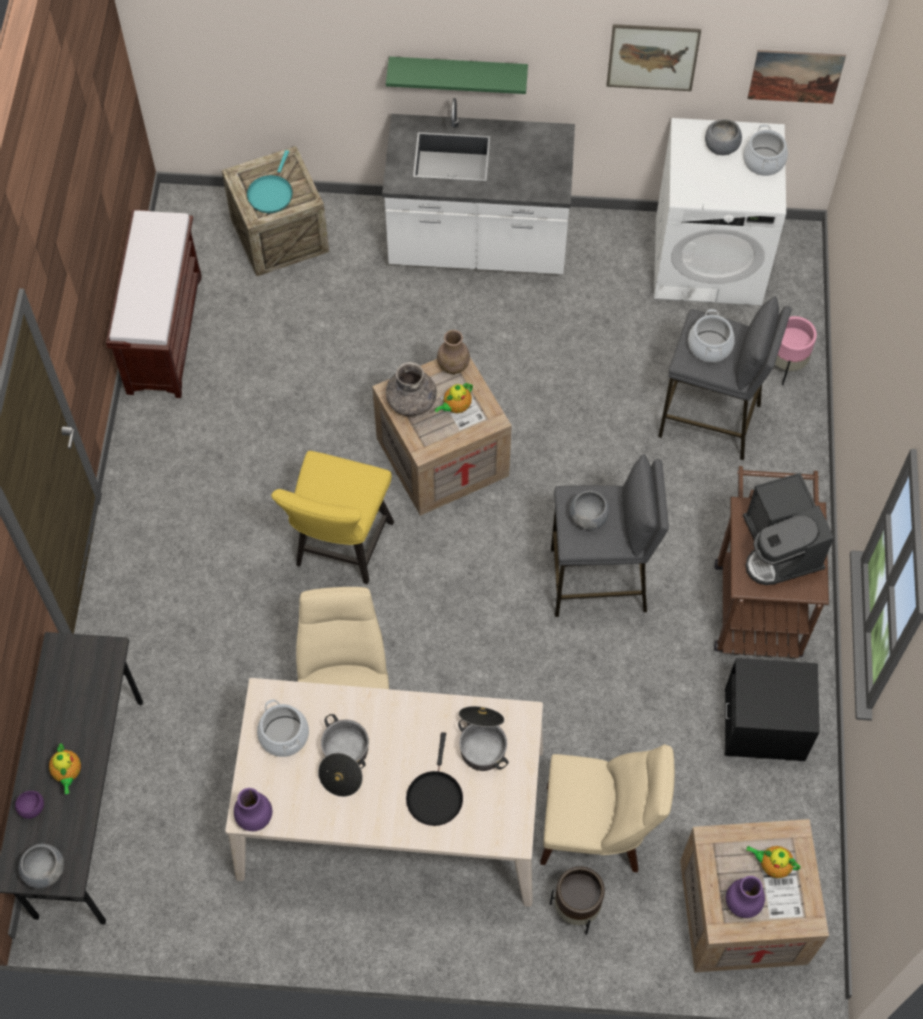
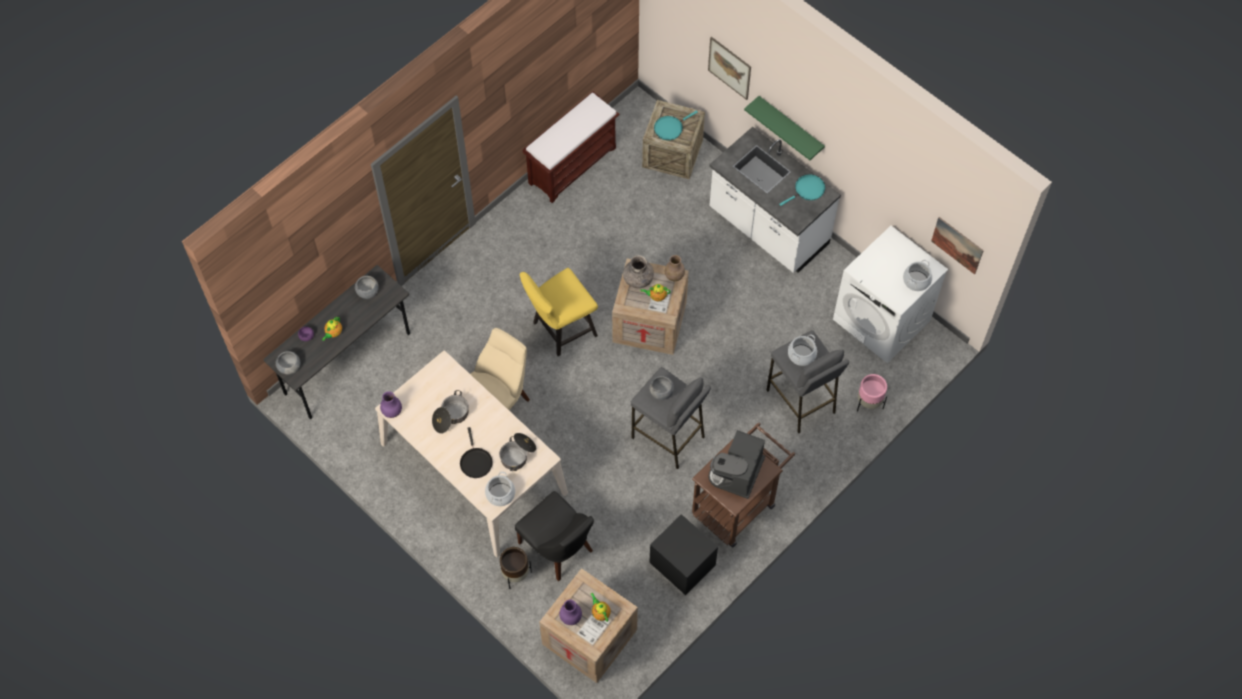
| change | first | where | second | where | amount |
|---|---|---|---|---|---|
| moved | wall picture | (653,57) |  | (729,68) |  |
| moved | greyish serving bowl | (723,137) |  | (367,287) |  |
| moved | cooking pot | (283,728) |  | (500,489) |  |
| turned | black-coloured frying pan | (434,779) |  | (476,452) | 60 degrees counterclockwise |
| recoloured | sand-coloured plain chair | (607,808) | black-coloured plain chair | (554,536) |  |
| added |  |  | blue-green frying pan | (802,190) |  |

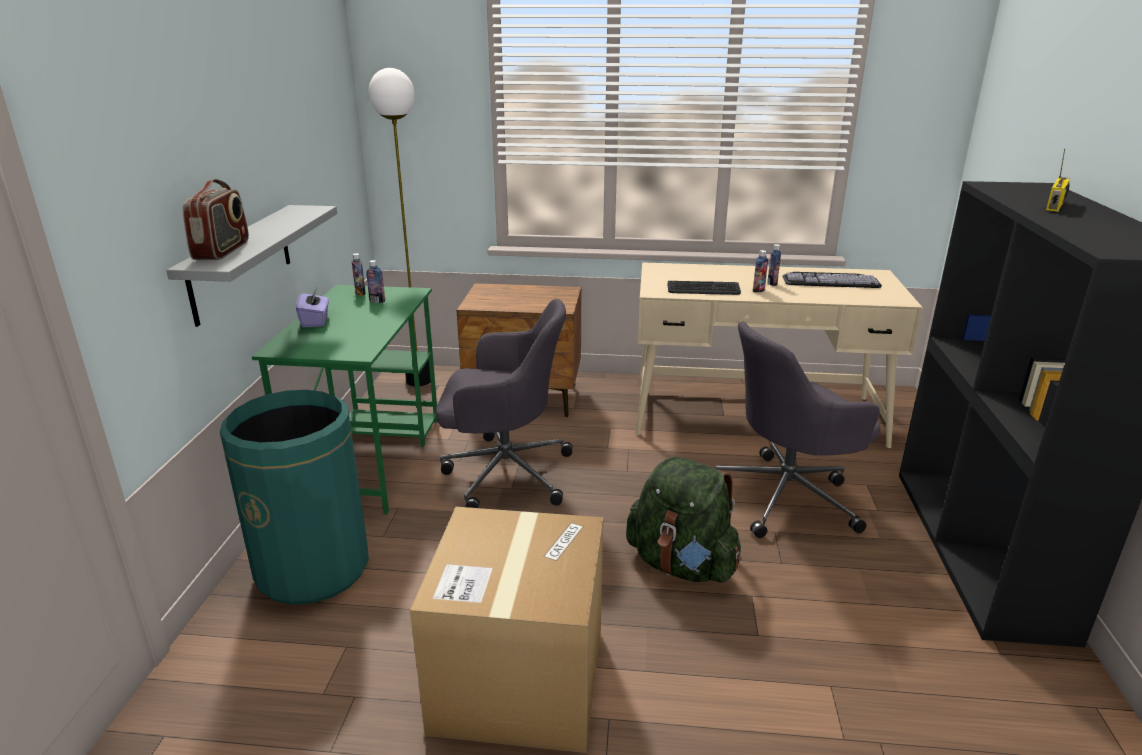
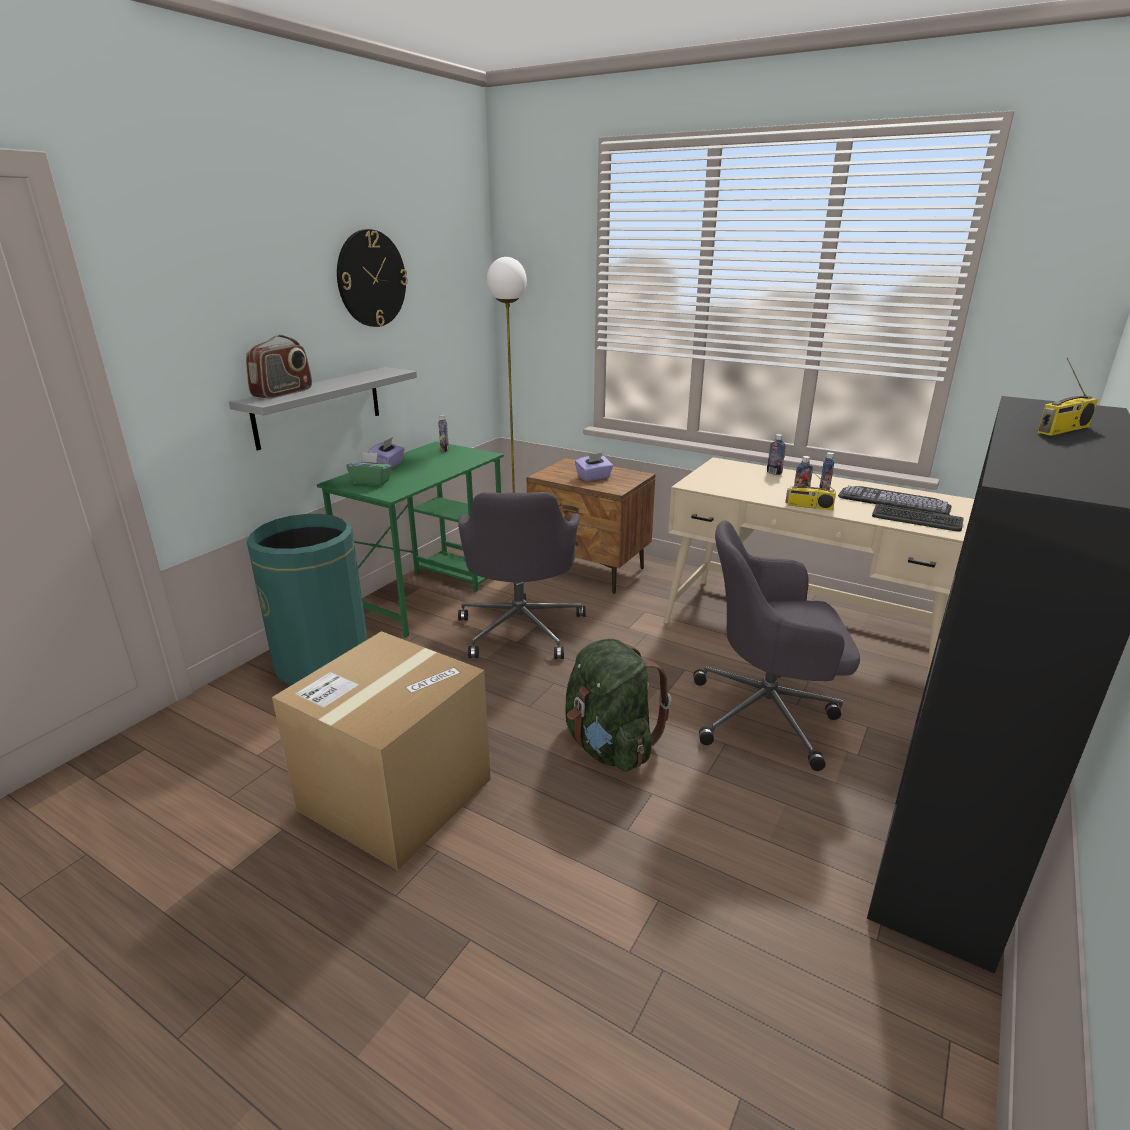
| change | first | where | second | where | amount |
|---|---|---|---|---|---|
| moved | beverage bottle | (375,281) |  | (776,454) |  |
| moved | keyboard | (704,288) |  | (918,517) |  |
| turned | greyish computer chair | (504,403) |  | (522,575) | 60 degrees clockwise |
| added |  |  | wall clock | (372,278) |  |
| added |  |  | greenish tissue holder | (369,469) |  |
| added |  |  | purple tissue holder | (594,467) |  |
| added |  |  | radio set | (810,487) |  |

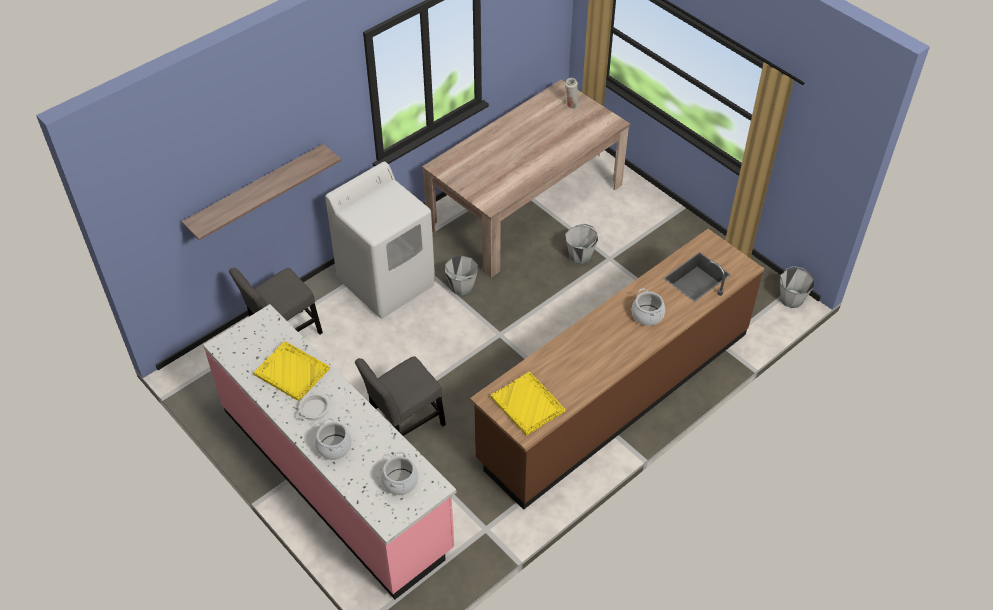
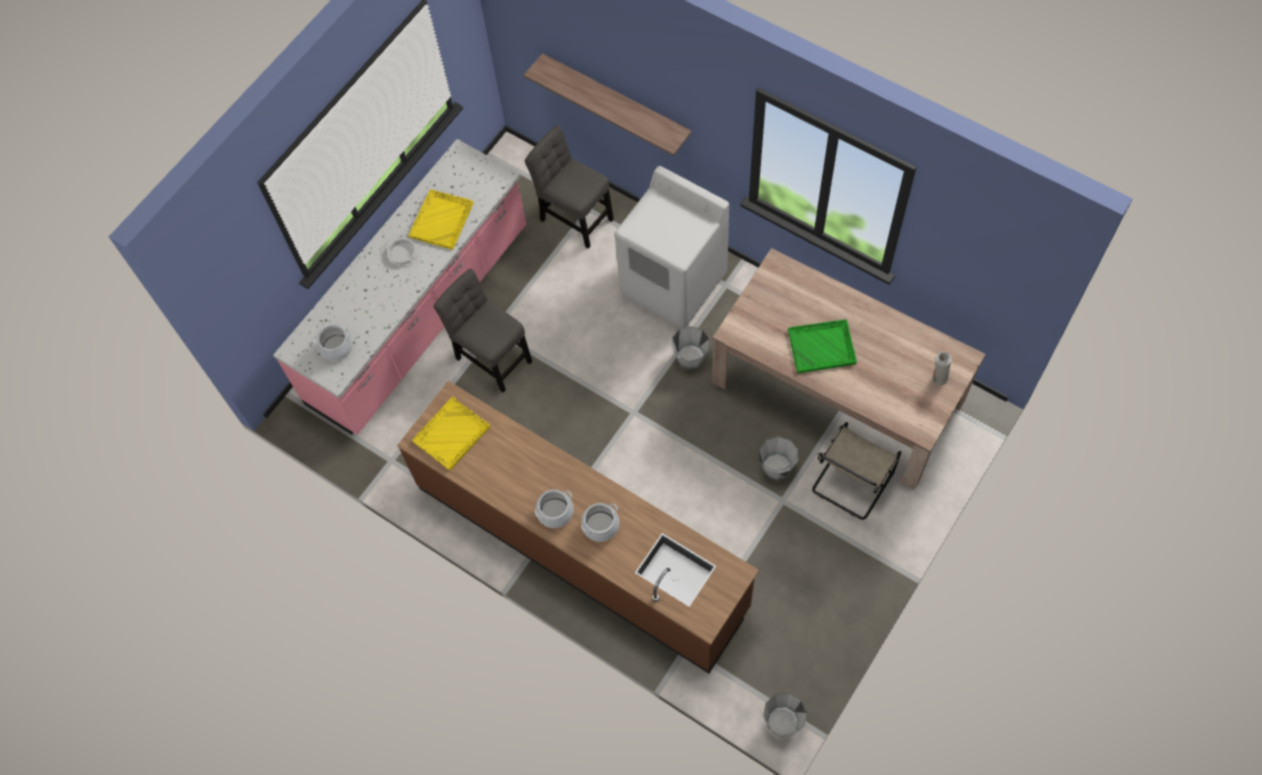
| change | first | where | second | where | amount |
|---|---|---|---|---|---|
| moved | cooking pot | (333,439) |  | (554,509) |  |
| added |  |  | greenish carrying tray | (822,346) |  |
| added |  |  | sand-coloured plain chair | (856,471) |  |

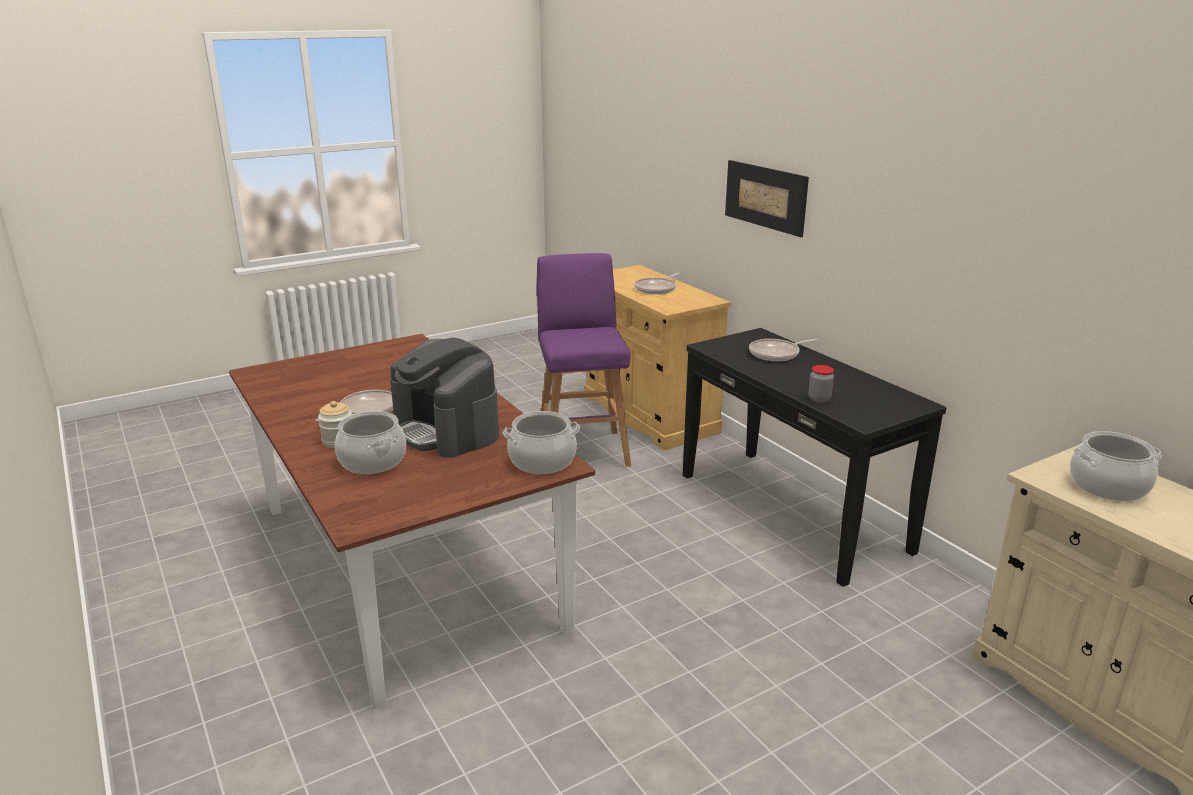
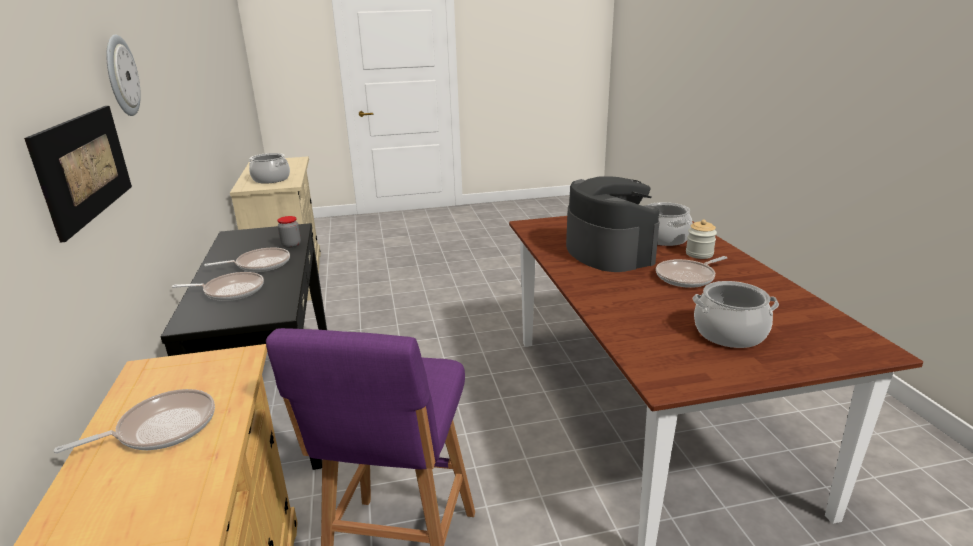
| change | first | where | second | where | amount |
|---|---|---|---|---|---|
| moved | cooking pot | (541,442) |  | (735,314) |  |
| added |  |  | wall clock | (123,75) |  |
| added |  |  | frying pan | (247,259) |  |

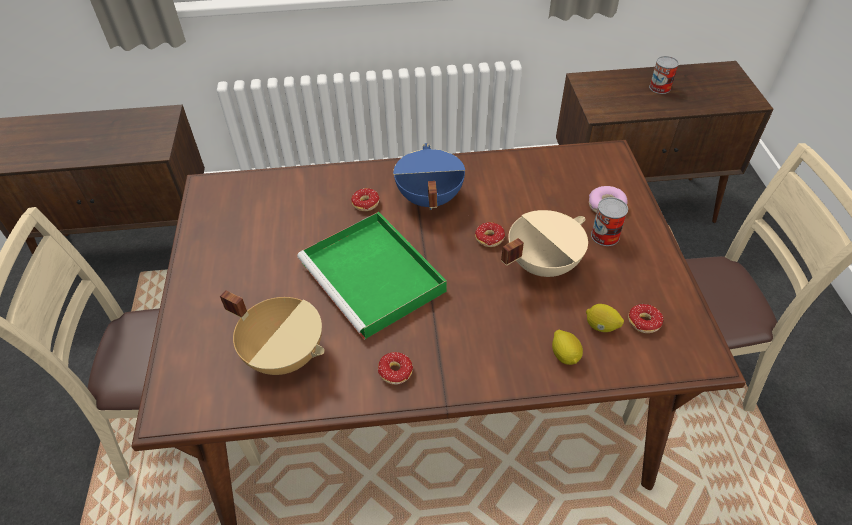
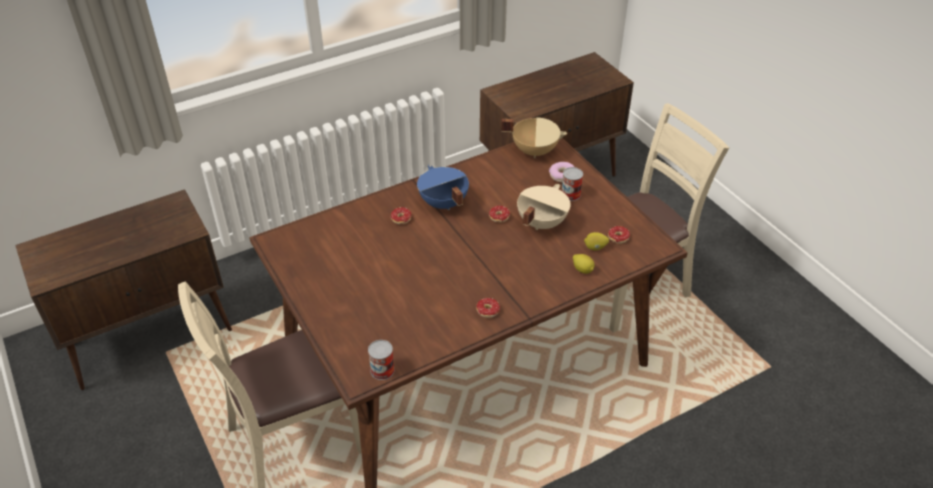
| change | first | where | second | where | amount |
|---|---|---|---|---|---|
| moved | metal can | (664,75) |  | (381,360) |  |
| removed | greenish carrying tray | (372,276) |  |  |  |
| moved | sand-coloured cooking pot | (272,332) |  | (534,137) |  |

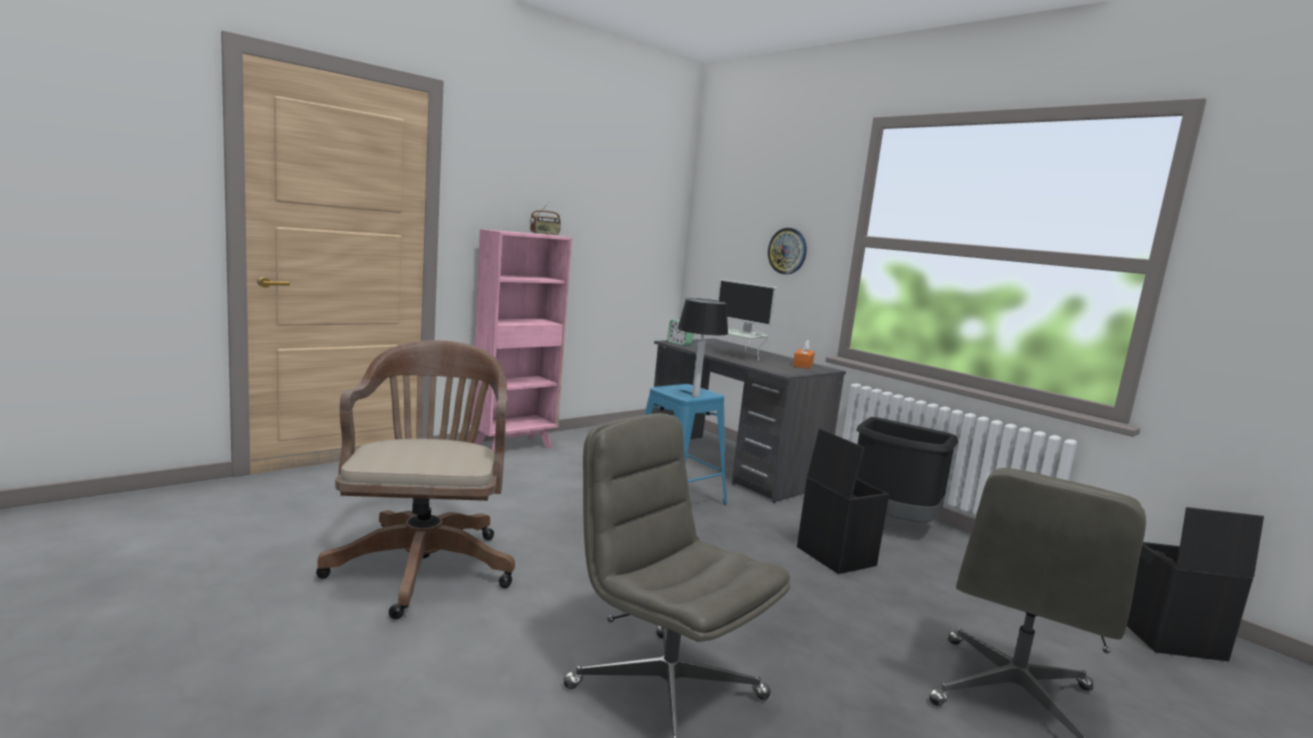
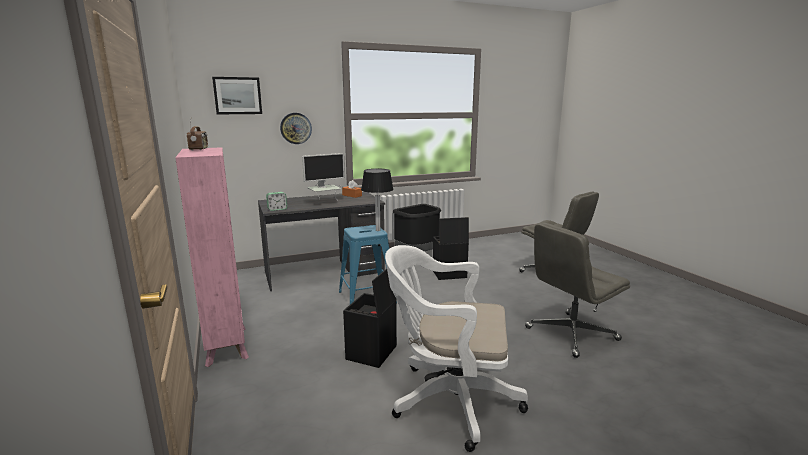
| change | first | where | second | where | amount |
|---|---|---|---|---|---|
| recoloured | brown computer chair | (415,479) | whitish computer chair | (456,348) |  |
| moved | black-coloured storage container | (1195,584) |  | (370,318) |  |
| added |  |  | wall picture | (237,95) |  |

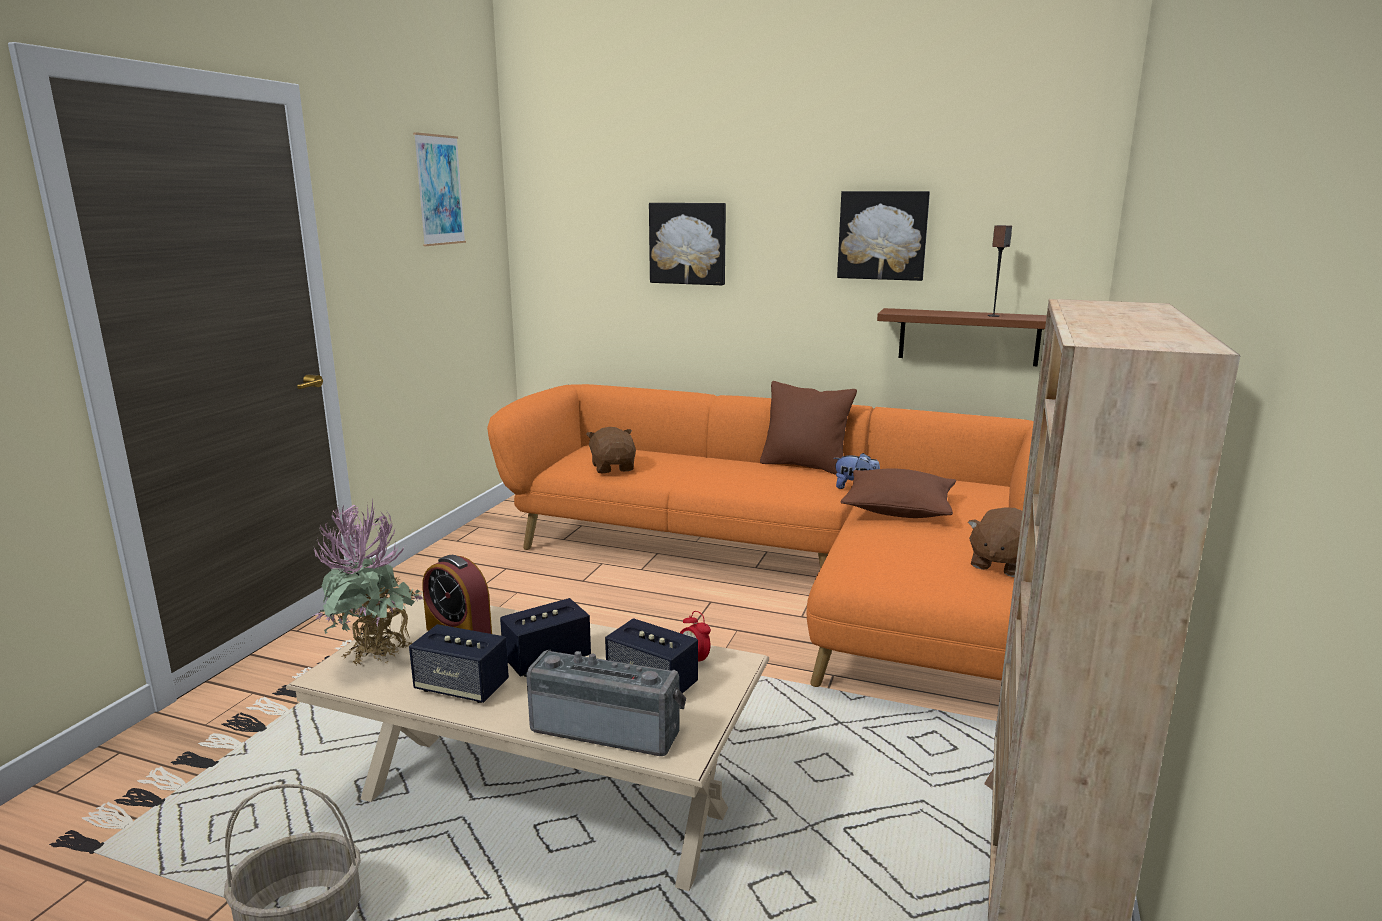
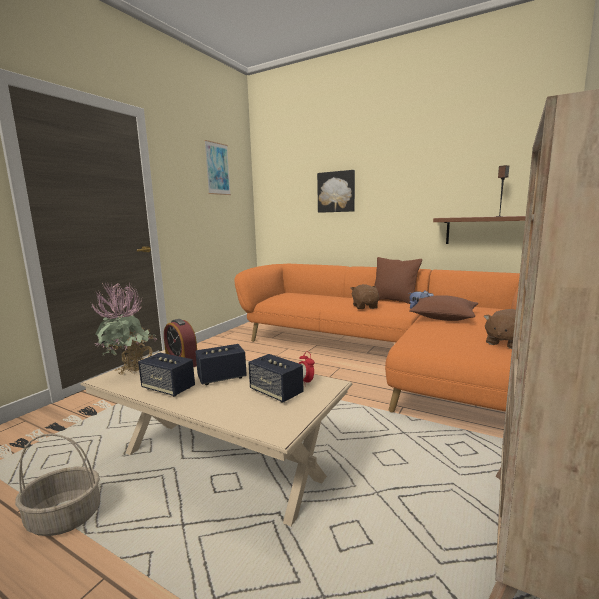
| change | first | where | second | where | amount |
|---|---|---|---|---|---|
| removed | wall picture | (883,236) |  |  |  |
| moved | brown cuddly toy | (611,450) |  | (365,296) |  |
| removed | radio set | (606,703) |  |  |  |

